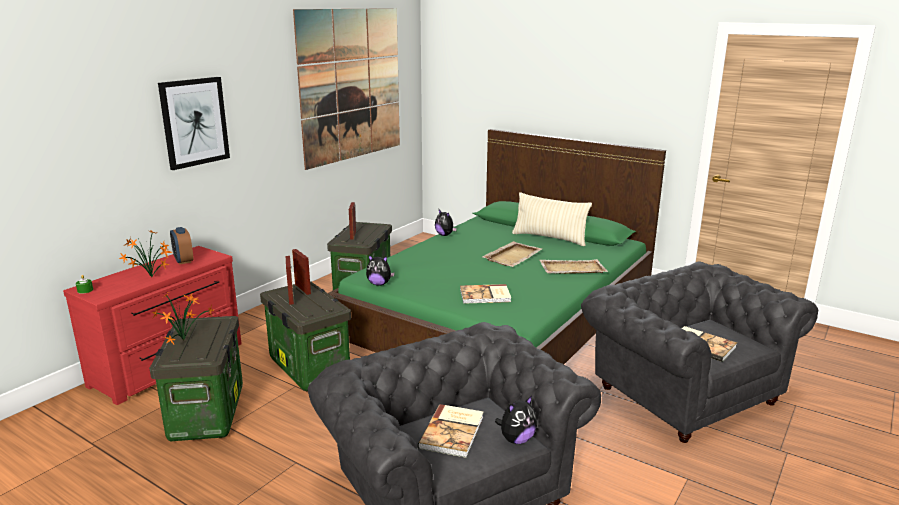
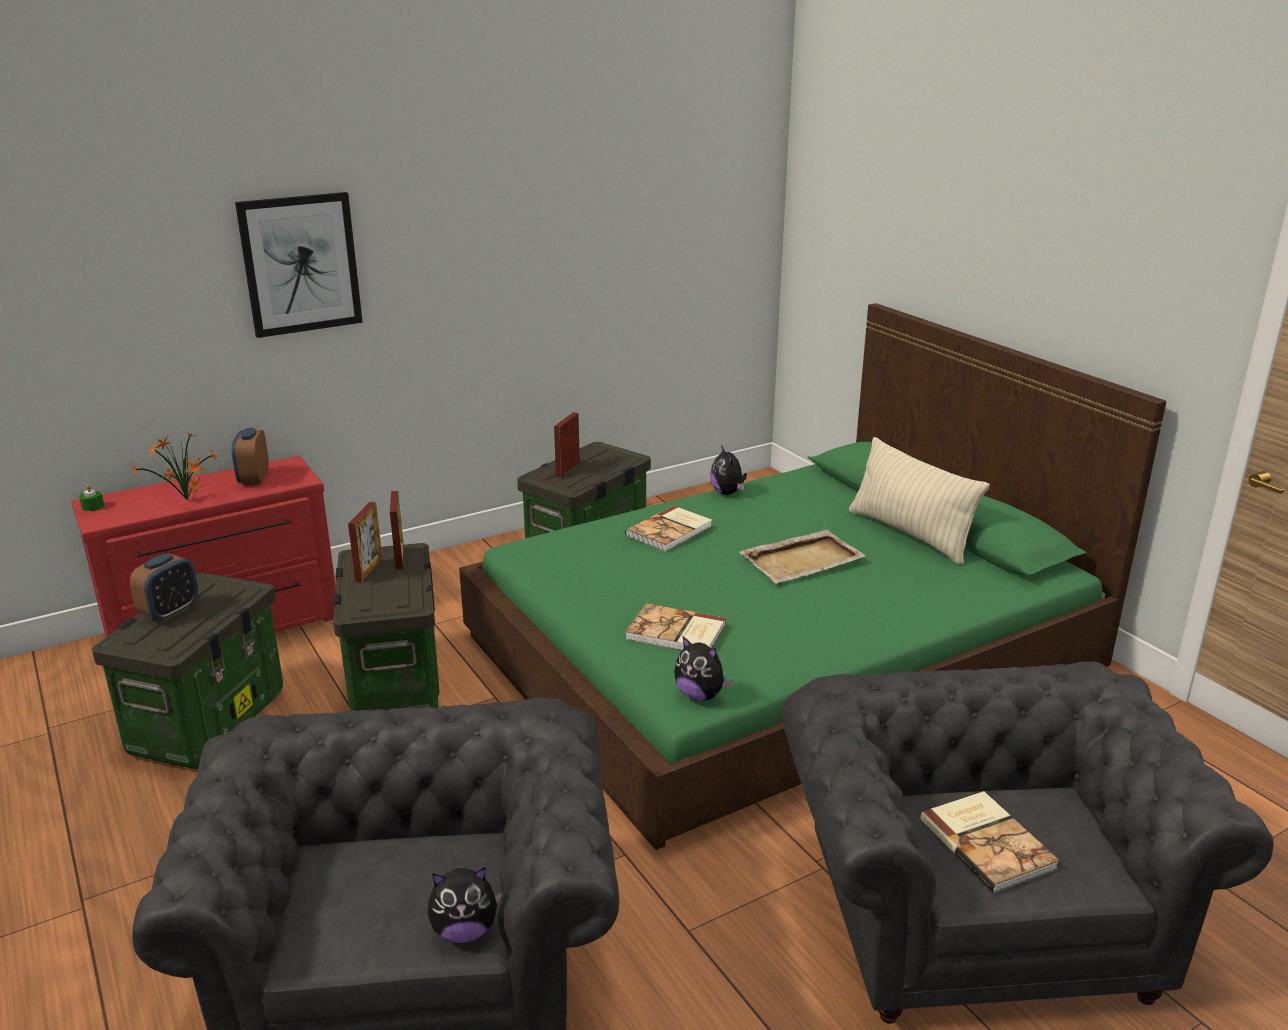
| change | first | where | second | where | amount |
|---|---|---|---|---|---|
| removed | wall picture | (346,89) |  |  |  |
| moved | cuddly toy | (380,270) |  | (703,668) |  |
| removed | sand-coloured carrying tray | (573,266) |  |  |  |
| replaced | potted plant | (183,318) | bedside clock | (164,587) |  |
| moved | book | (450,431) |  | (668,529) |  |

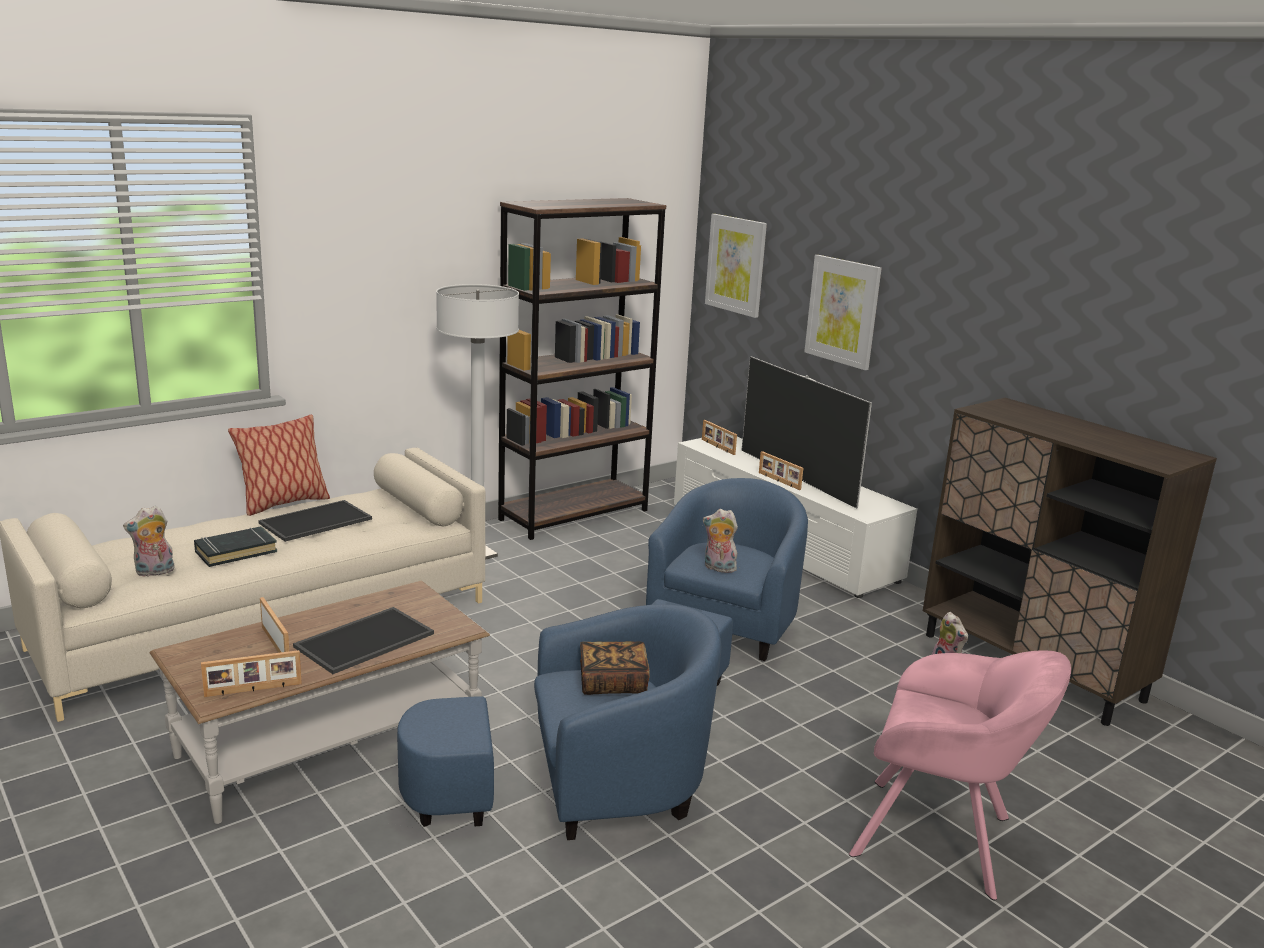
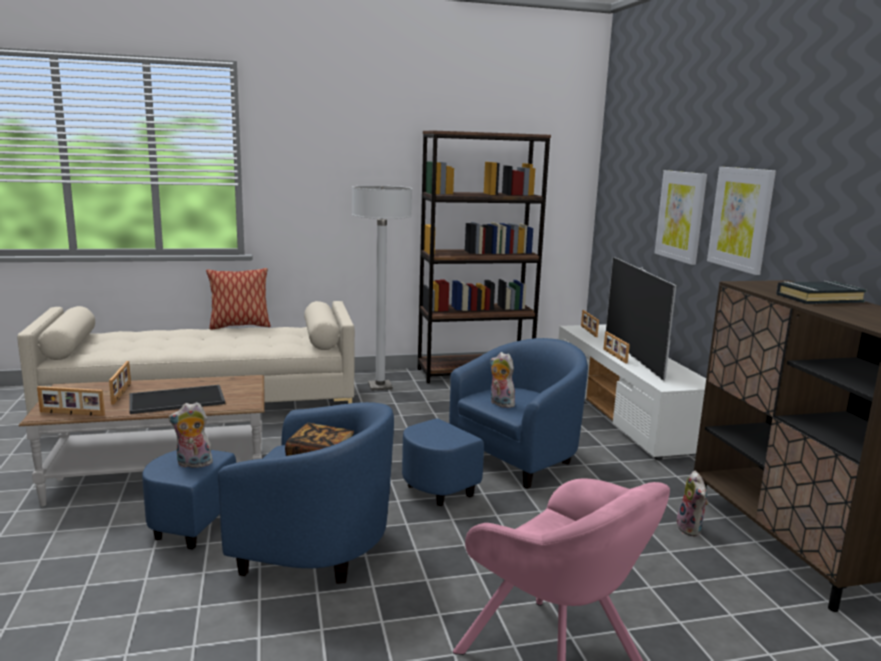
| change | first | where | second | where | amount |
|---|---|---|---|---|---|
| moved | wall picture | (736,266) |  | (741,221) |  |
| removed | carrying tray | (315,521) |  |  |  |
| moved | cuddly toy | (149,541) |  | (190,435) |  |
| moved | black-coloured book | (235,546) |  | (821,292) |  |

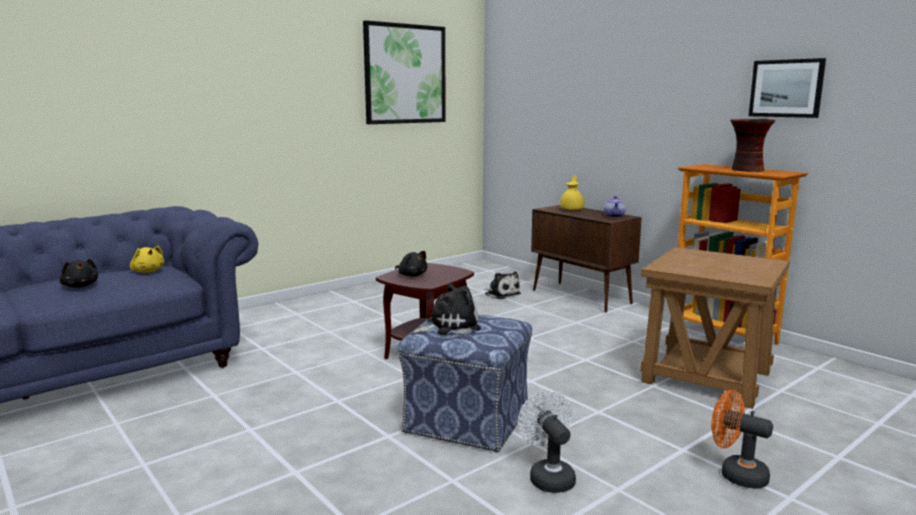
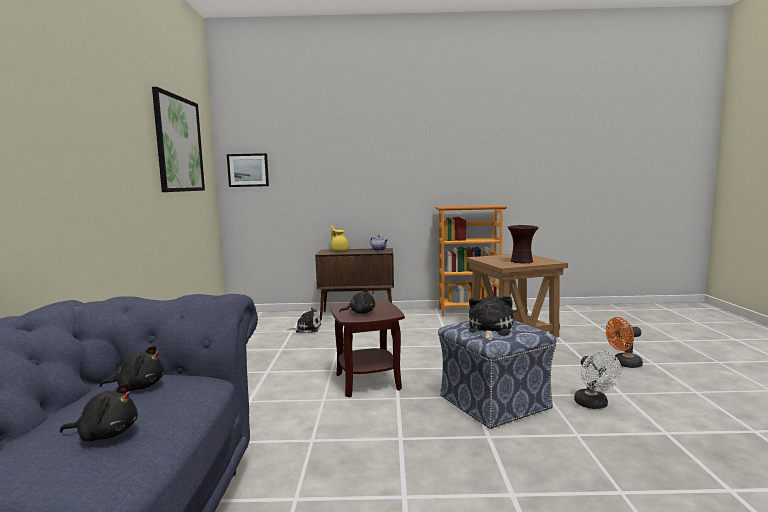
| change | first | where | second | where | amount |
|---|---|---|---|---|---|
| moved | wall picture | (787,88) |  | (248,170) |  |
| moved | flower vase | (752,145) |  | (523,244) |  |
| recoloured | yellow-coloured cuddly toy | (147,259) | black-coloured cuddly toy | (132,368) |  |
| turned | whitish cooling fan | (547,442) |  | (598,380) | 120 degrees counterclockwise |

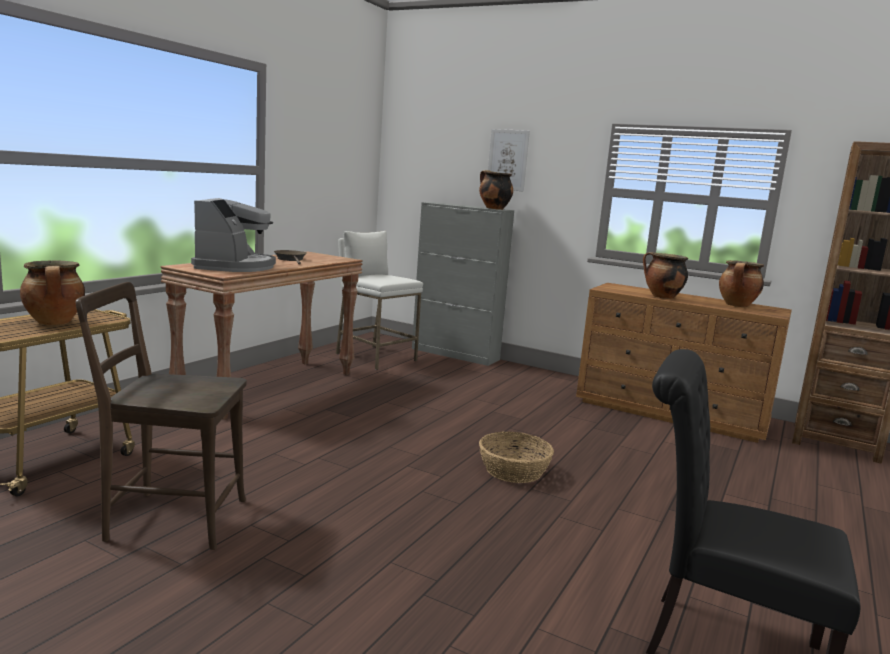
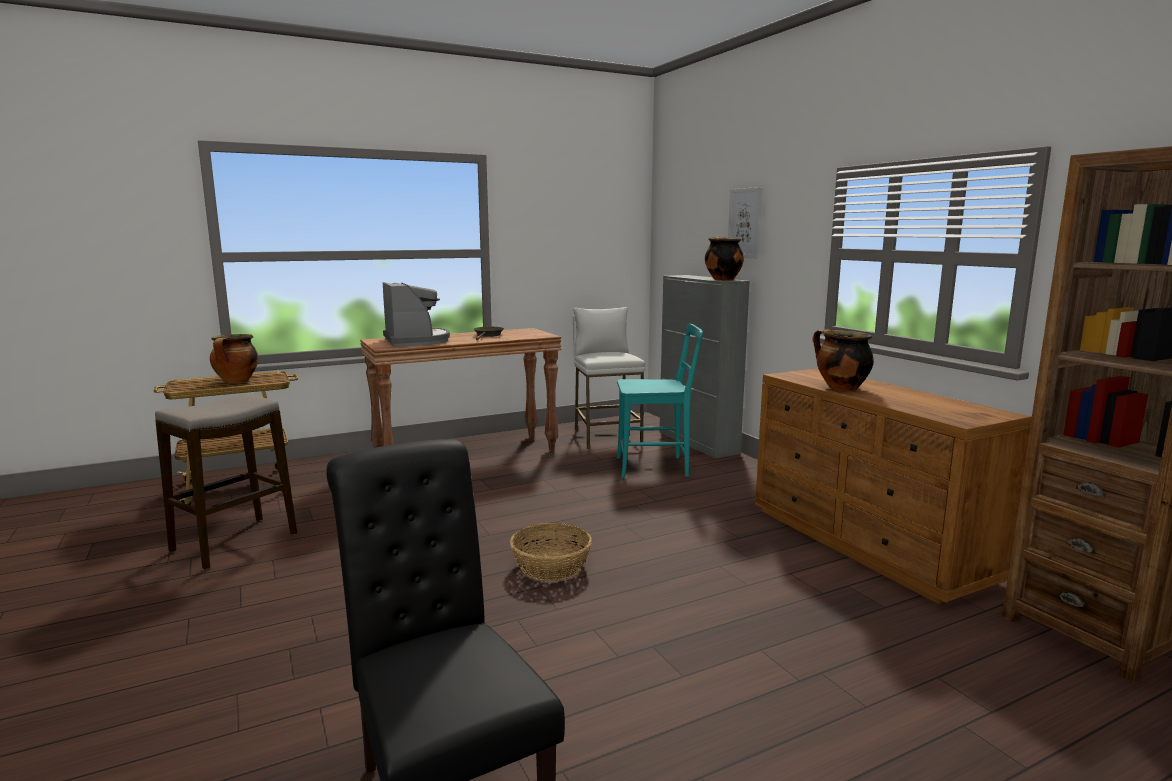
| change | first | where | second | where | amount |
|---|---|---|---|---|---|
| turned | coffee maker | (233,235) |  | (416,314) | 60 degrees counterclockwise |
| removed | cooking pot | (741,283) |  |  |  |
| replaced | brown plain chair | (161,416) | stool seat | (226,481) |  |
| added |  |  | blue-green plain chair | (659,401) |  |

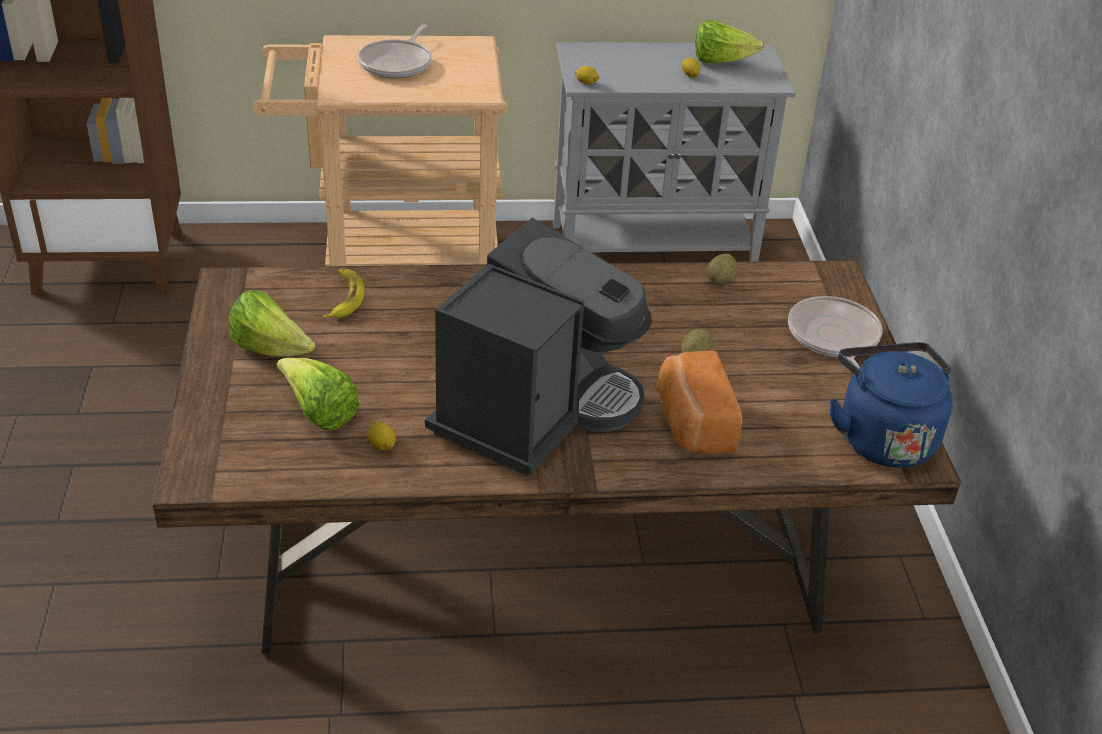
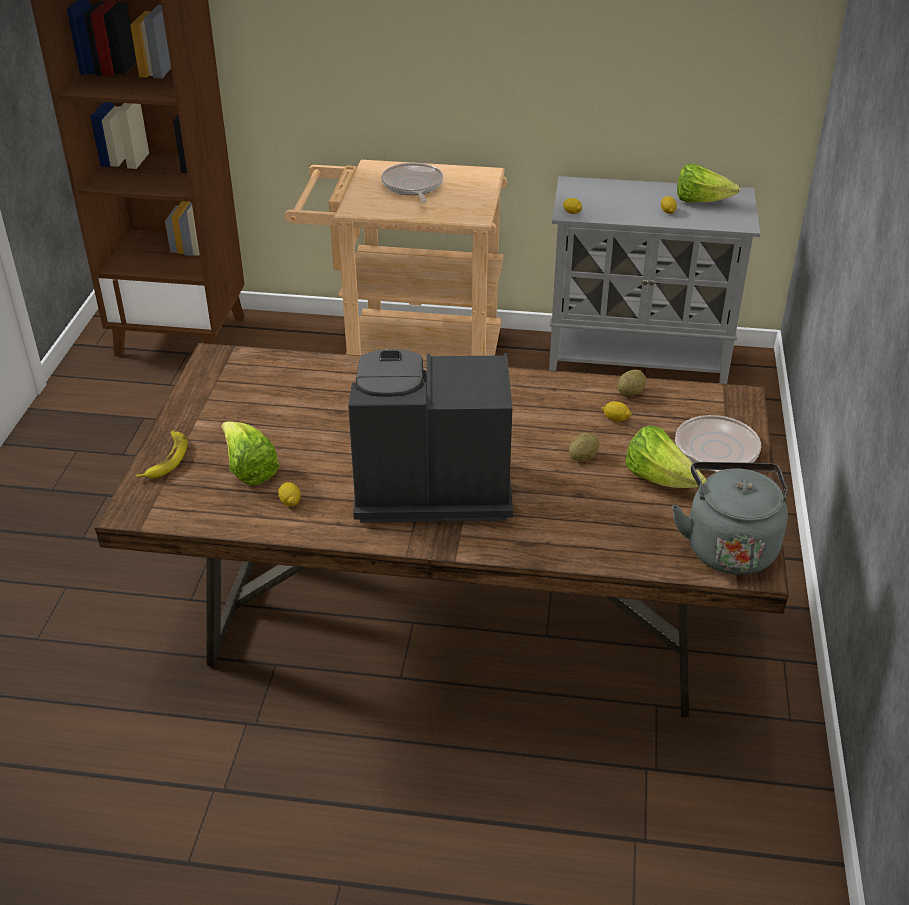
| change | first | where | second | where | amount |
|---|---|---|---|---|---|
| turned | frying pan | (394,51) |  | (412,183) | 135 degrees clockwise |
| turned | coffee maker | (538,346) |  | (430,436) | 135 degrees counterclockwise |
| moved | whole banana | (343,293) |  | (161,454) |  |
| moved | head of lettuce | (272,323) |  | (666,456) |  |
| recoloured | bluish tea kettle | (891,405) | greyish tea kettle | (730,518) |  |
| removed | bread | (699,401) |  |  |  |
| added |  |  | lemon | (616,411) |  |

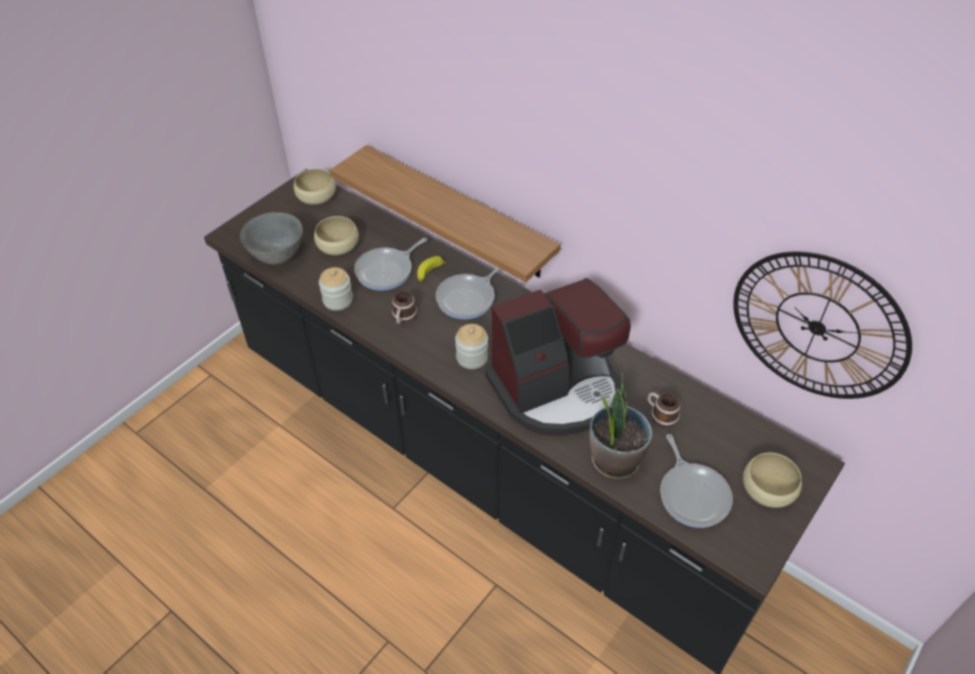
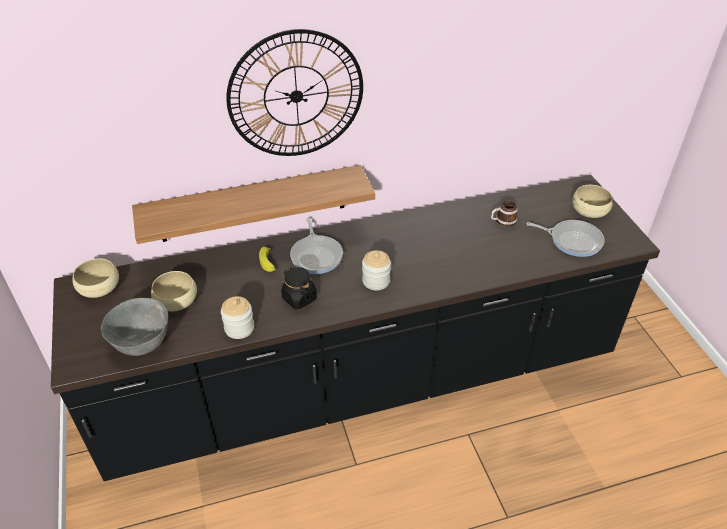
| change | first | where | second | where | amount |
|---|---|---|---|---|---|
| removed | frying pan | (390,264) |  |  |  |
| moved | wall clock | (822,325) |  | (294,92) |  |
| removed | coffee maker | (558,357) |  |  |  |
| replaced | mug | (404,307) | black-coloured storage jar | (299,288) |  |
| removed | potted plant | (620,426) |  |  |  |

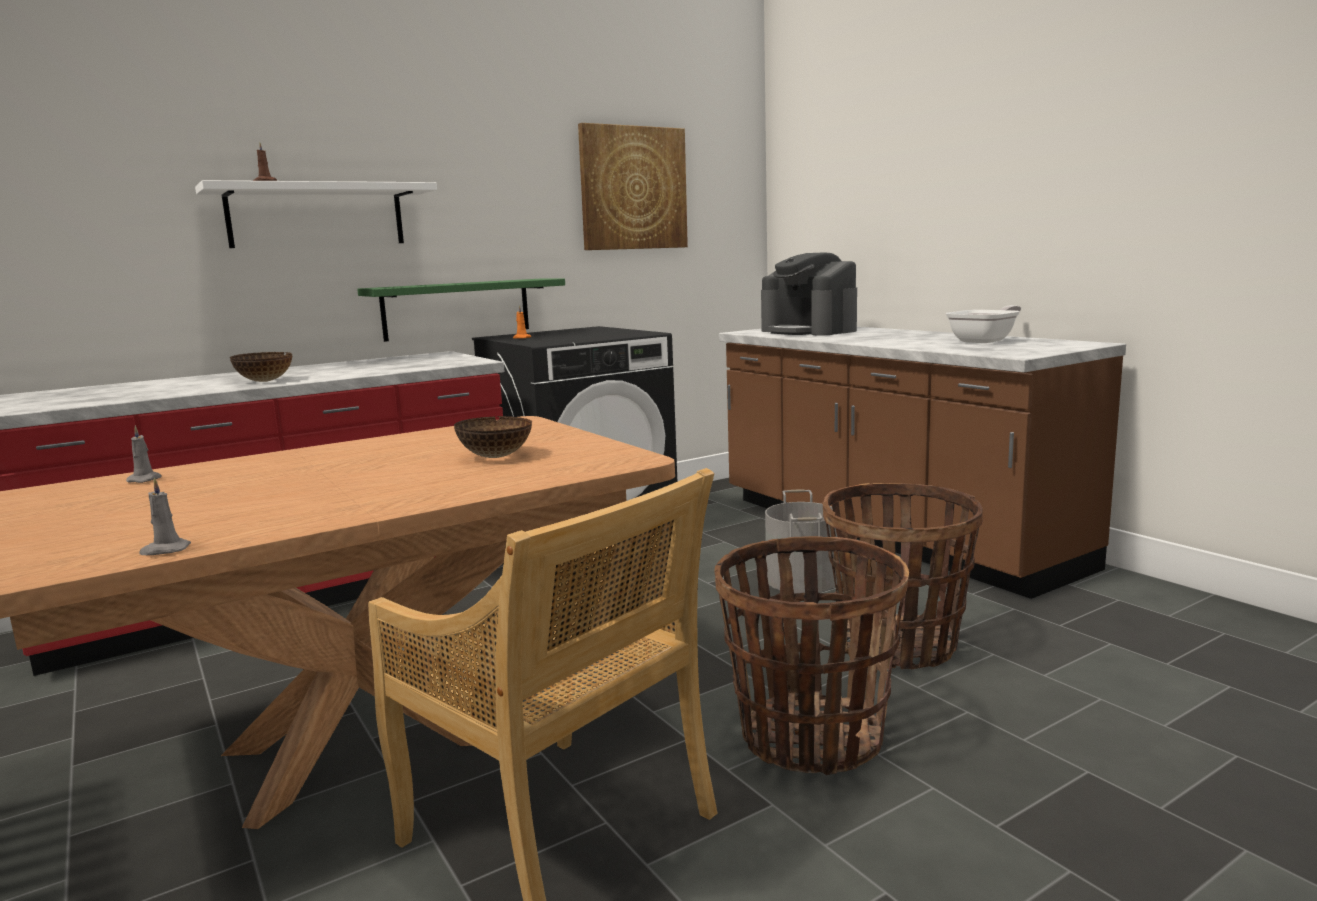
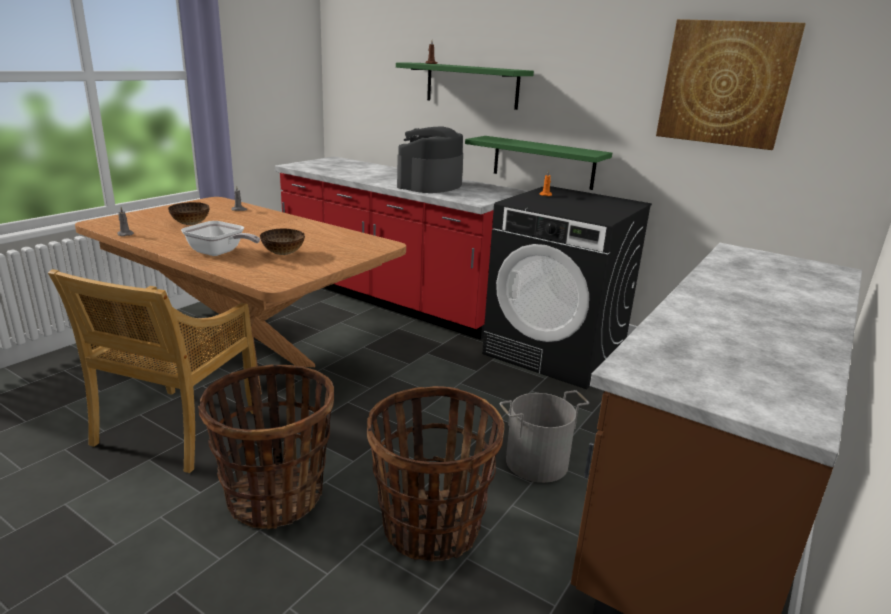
| change | first | where | second | where | amount |
|---|---|---|---|---|---|
| recoloured | whitish shelf | (316,214) | greenish shelf | (465,86) |  |
| moved | coffee maker | (809,293) |  | (430,159) |  |
| moved | frying pan | (983,324) |  | (220,238) |  |
| moved | serving bowl | (261,367) |  | (189,213) |  |

